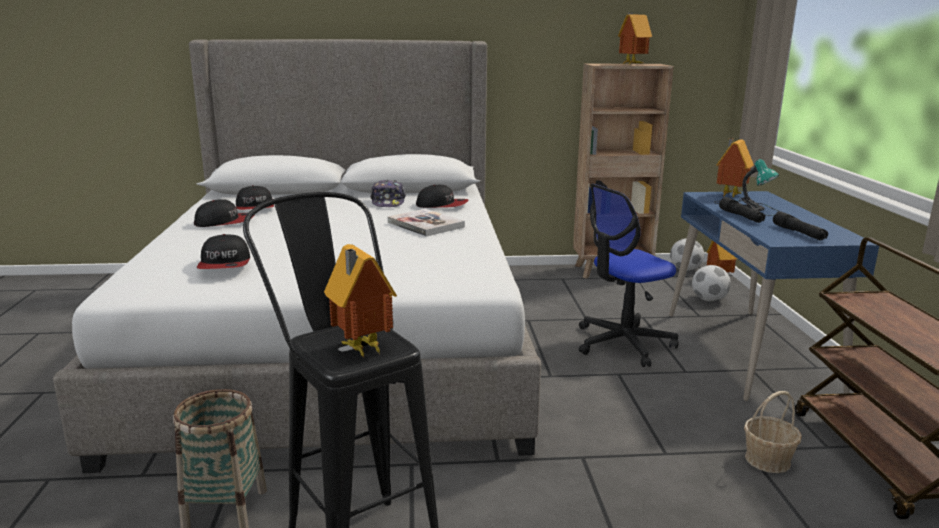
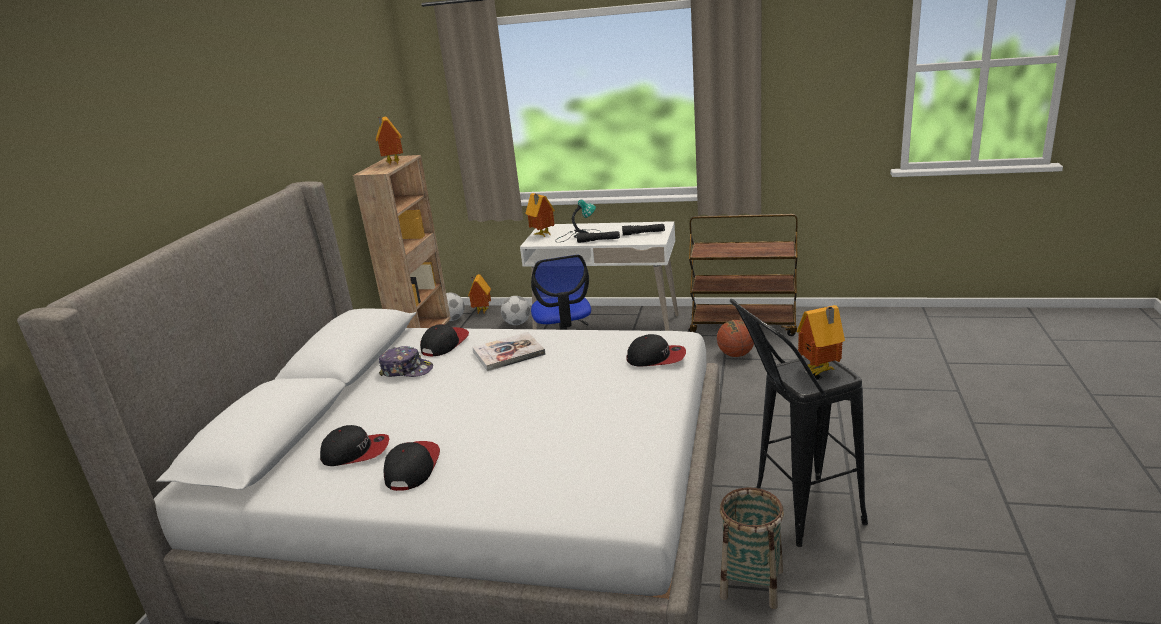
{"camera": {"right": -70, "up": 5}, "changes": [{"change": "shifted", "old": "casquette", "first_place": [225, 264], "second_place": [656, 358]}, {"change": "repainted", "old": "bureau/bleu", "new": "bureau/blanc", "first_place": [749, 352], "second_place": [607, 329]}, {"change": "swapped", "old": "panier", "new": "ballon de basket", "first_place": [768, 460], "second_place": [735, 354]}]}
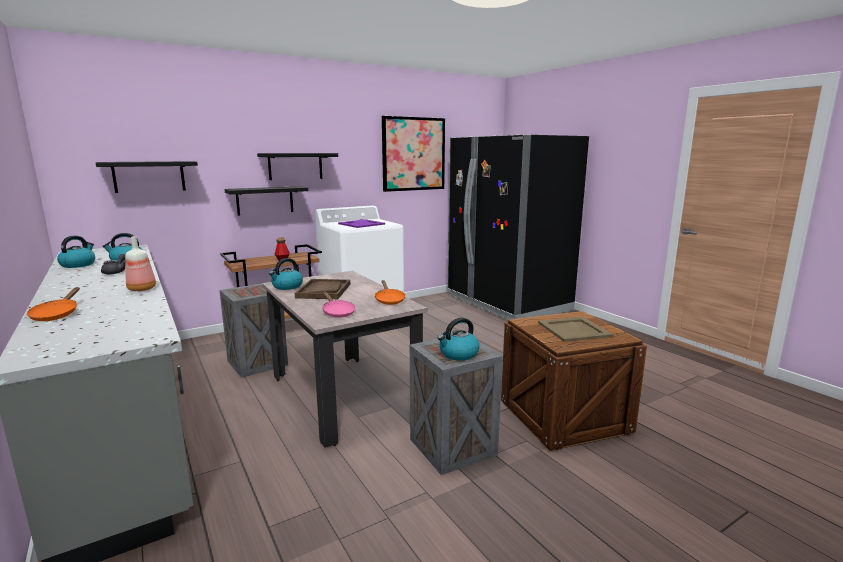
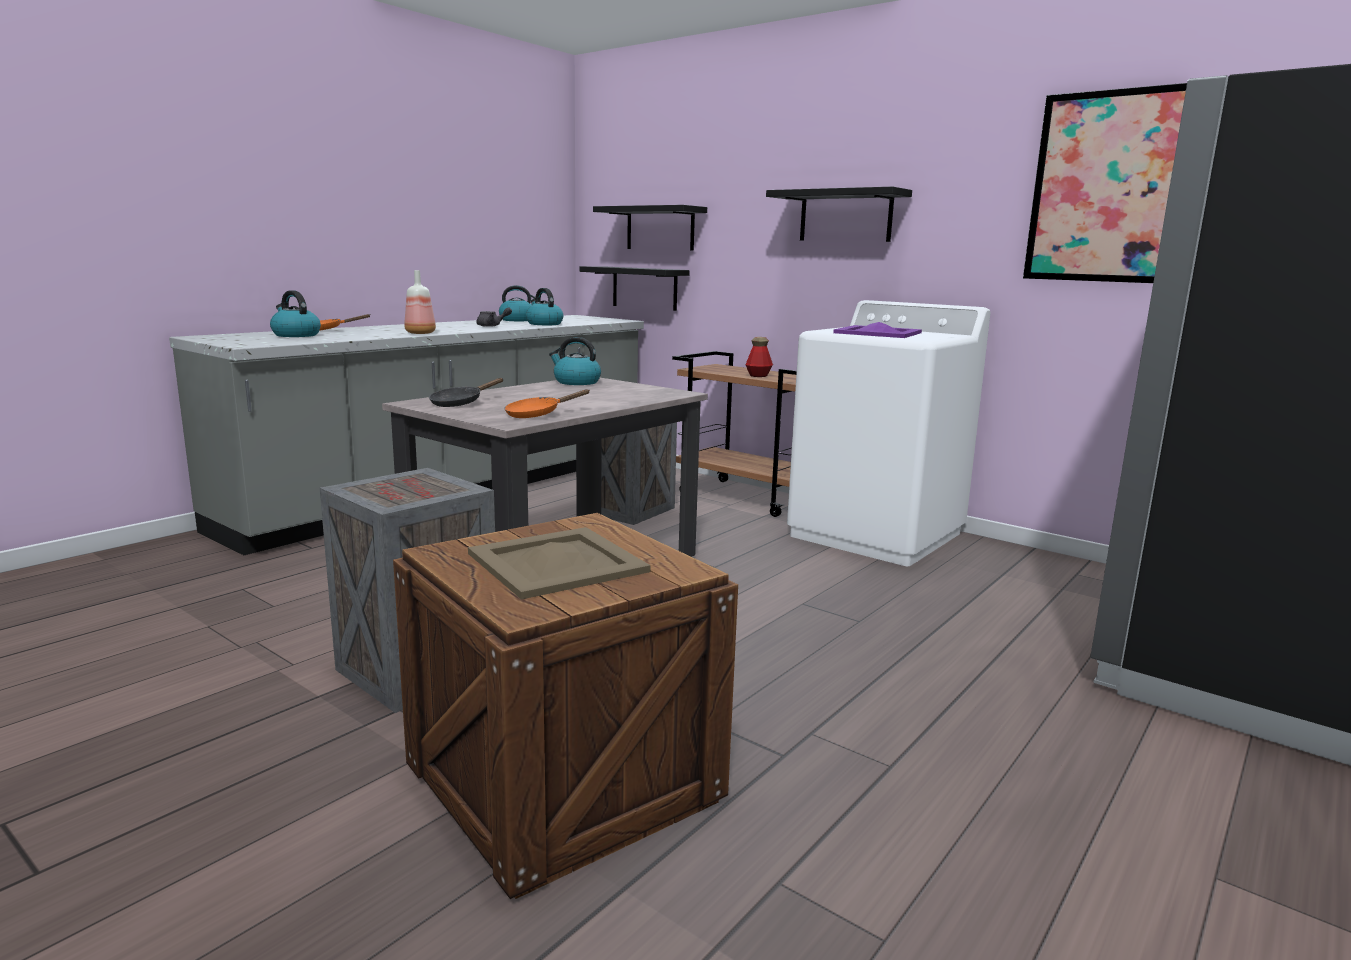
{"camera": {"right": 70, "up": 0}, "changes": [{"change": "shifted", "old": "étagère/noir", "first_place": [265, 200], "second_place": [644, 288]}, {"change": "gone", "old": "plateau/marron", "first_place": [323, 291]}, {"change": "repainted", "old": "poêle/rose", "new": "poêle/noir", "first_place": [337, 312], "second_place": [460, 403]}, {"change": "shifted", "old": "bouilloire", "first_place": [458, 354], "second_place": [295, 335]}]}
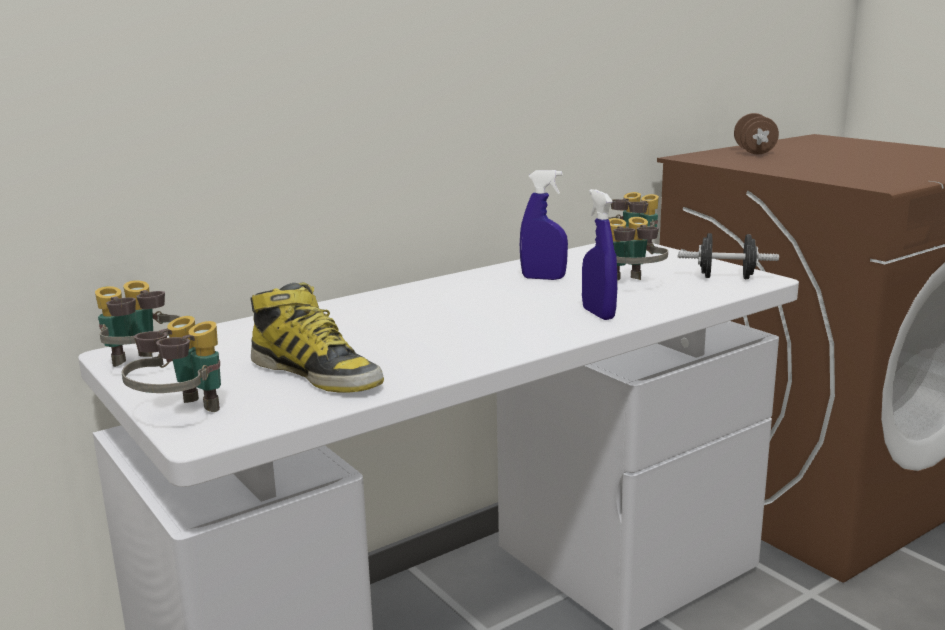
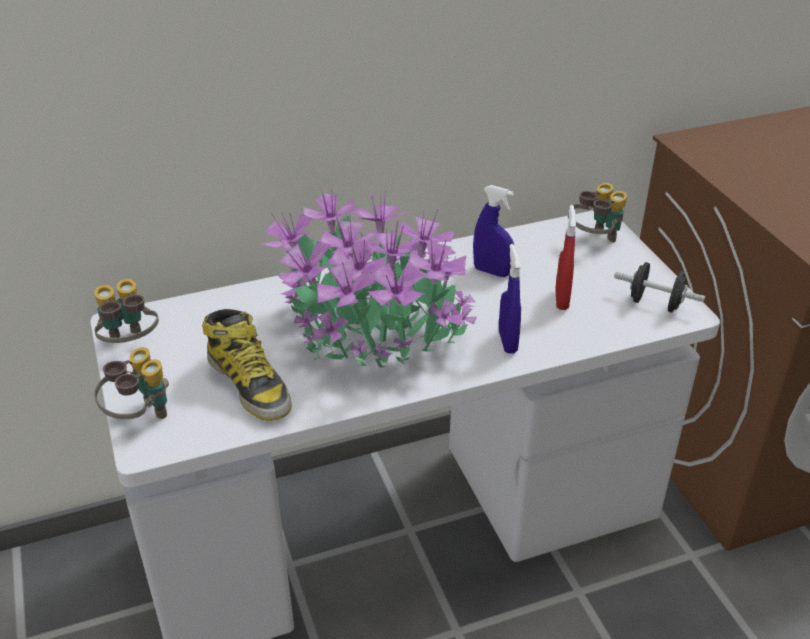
{"camera": {"right": 15, "up": 20}, "changes": [{"change": "swapped", "old": "jumelles", "new": "vaporisateur/rouge", "first_place": [631, 285], "second_place": [561, 299]}, {"change": "gone", "old": "haltère/marron", "first_place": [754, 152]}, {"change": "new", "new": "plante en pot", "second_place": [372, 331]}]}
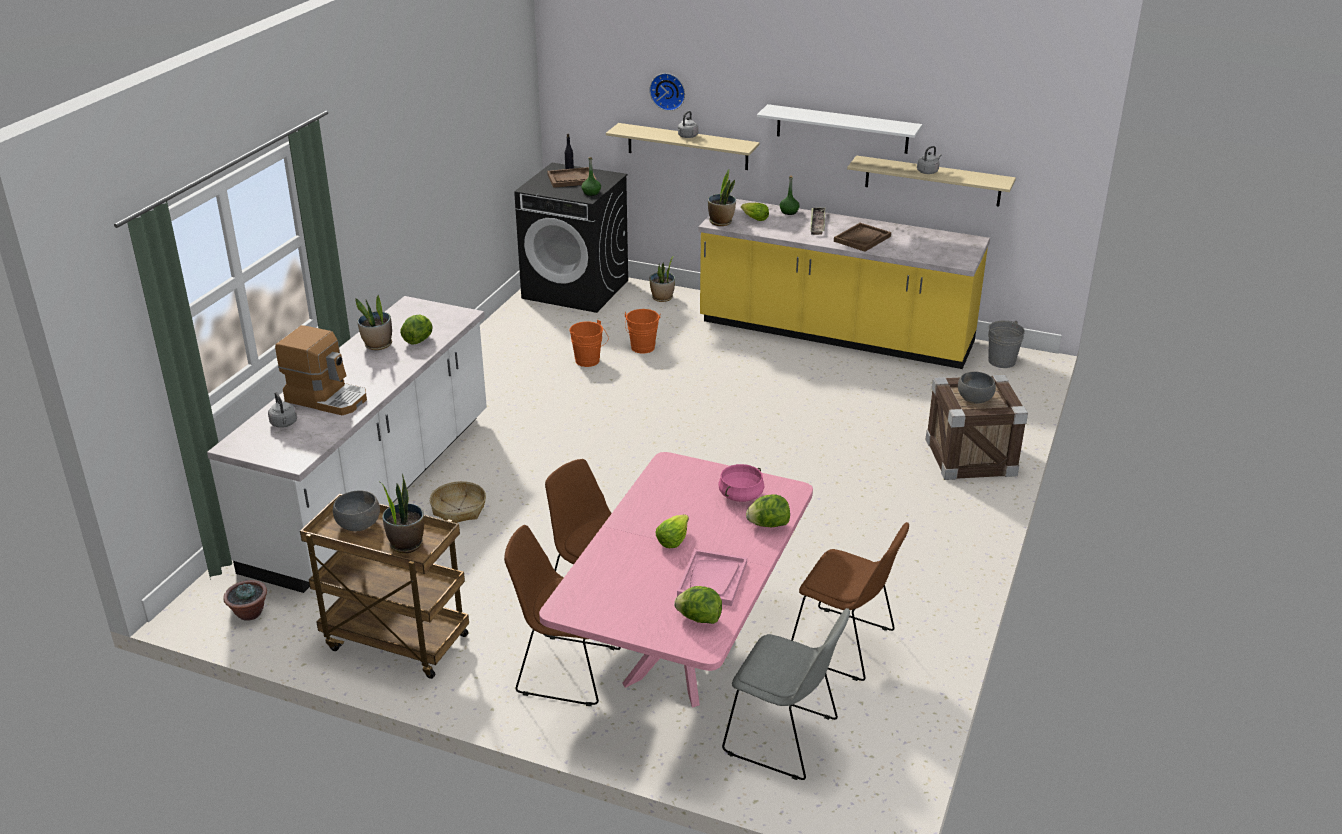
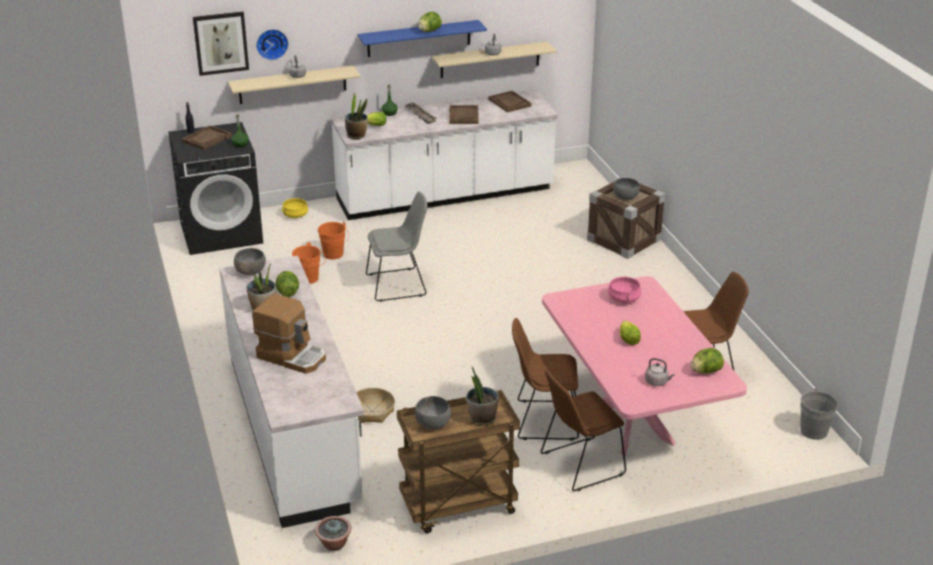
{"camera": {"right": -40, "up": 0}, "changes": [{"change": "shifted", "old": "bouilloire/gris", "first_place": [284, 424], "second_place": [657, 382]}, {"change": "rotated", "old": "machine à café", "first_place": [327, 398], "second_place": [292, 356], "degrees": 45}, {"change": "swapped", "old": "plante en pot", "new": "marmite/jaune", "first_place": [662, 298], "second_place": [295, 215]}, {"change": "gone", "old": "plateau/rose", "first_place": [712, 579]}, {"change": "repainted", "old": "comptoir de cuisine/jaune", "new": "comptoir de cuisine/blanc", "first_place": [835, 334], "second_place": [445, 196]}, {"change": "shifted", "old": "chaise/gris", "first_place": [784, 738], "second_place": [398, 284]}, {"change": "shifted", "old": "laitue", "first_place": [768, 525], "second_place": [429, 31]}, {"change": "repainted", "old": "étagère/blanc", "new": "étagère/bleu", "first_place": [842, 129], "second_place": [419, 38]}, {"change": "shifted", "old": "seau/gris", "first_place": [1001, 361], "second_place": [813, 431]}, {"change": "new", "new": "tableau", "second_place": [221, 43]}, {"change": "new", "new": "bol/gris", "second_place": [250, 271]}, {"change": "new", "new": "plateau/marron", "second_place": [509, 103]}]}
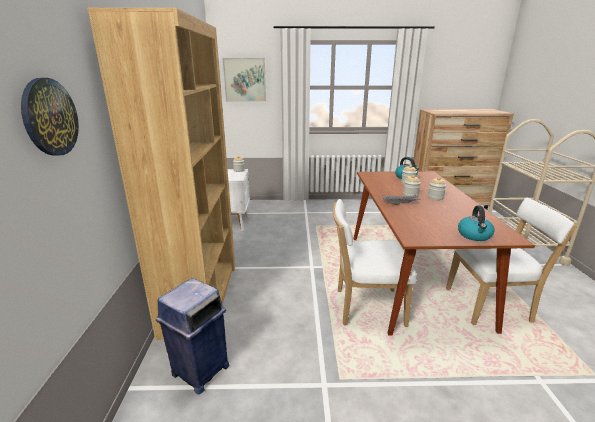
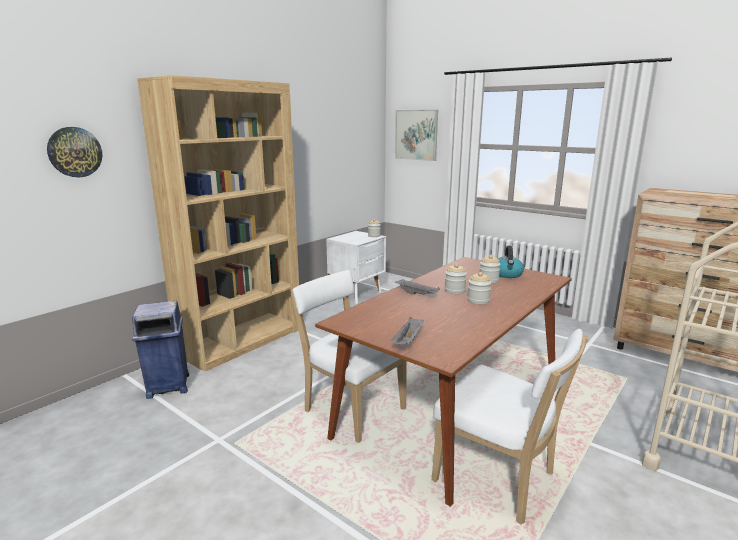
{"camera": {"right": 40, "up": -5}, "changes": [{"change": "swapped", "old": "bouilloire", "new": "plateau/gris", "first_place": [474, 235], "second_place": [408, 341]}]}
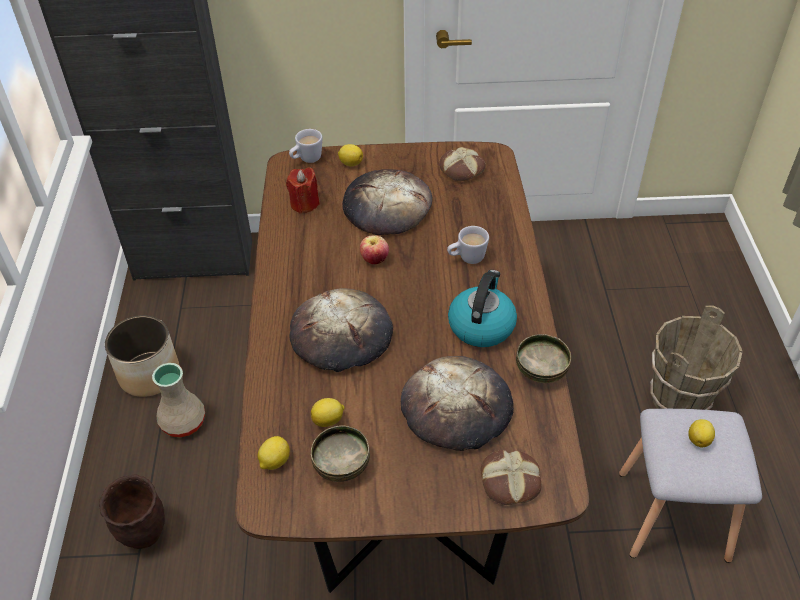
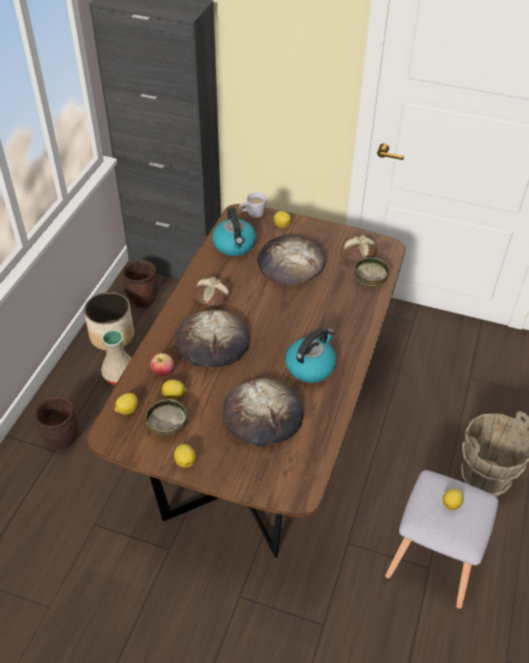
{"camera": {"right": 20, "up": 0}, "changes": [{"change": "swapped", "old": "bougie/rouge", "new": "bouilloire", "first_place": [304, 204], "second_place": [234, 245]}, {"change": "shifted", "old": "pomme", "first_place": [374, 260], "second_place": [163, 372]}, {"change": "gone", "old": "mug/blanc", "first_place": [466, 258]}, {"change": "shifted", "old": "pain", "first_place": [510, 482], "second_place": [211, 295]}, {"change": "shifted", "old": "bol", "first_place": [541, 370], "second_place": [370, 280]}, {"change": "new", "new": "cache-pot/marron", "second_place": [143, 301]}, {"change": "new", "new": "citron", "second_place": [185, 461]}]}
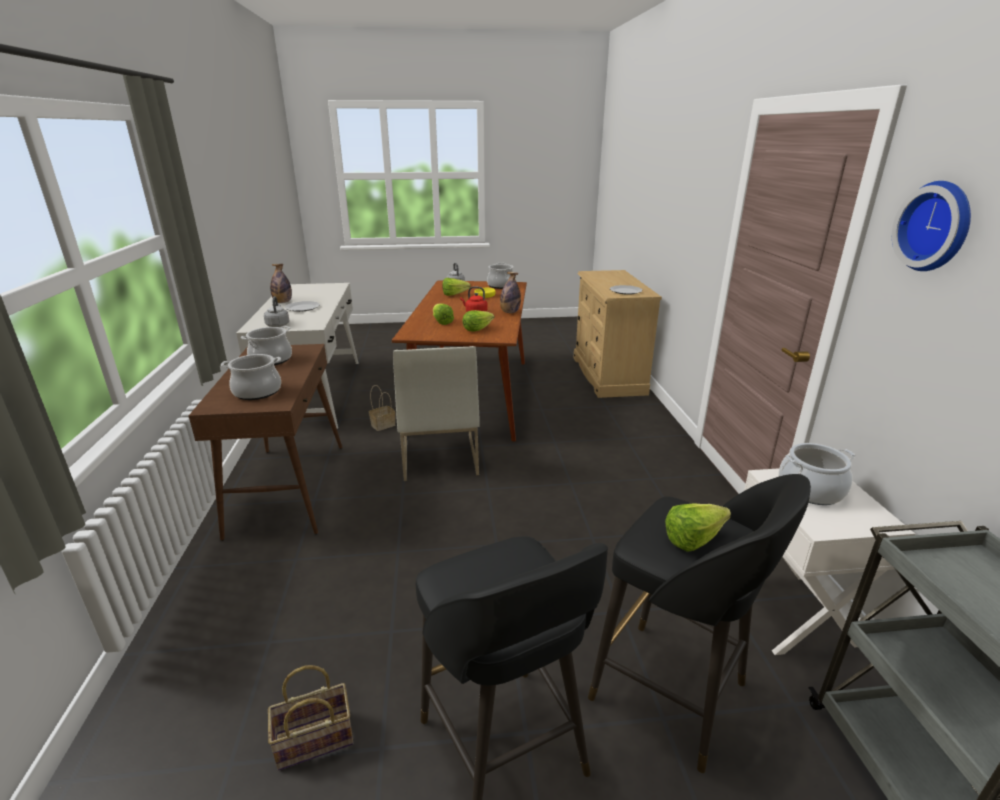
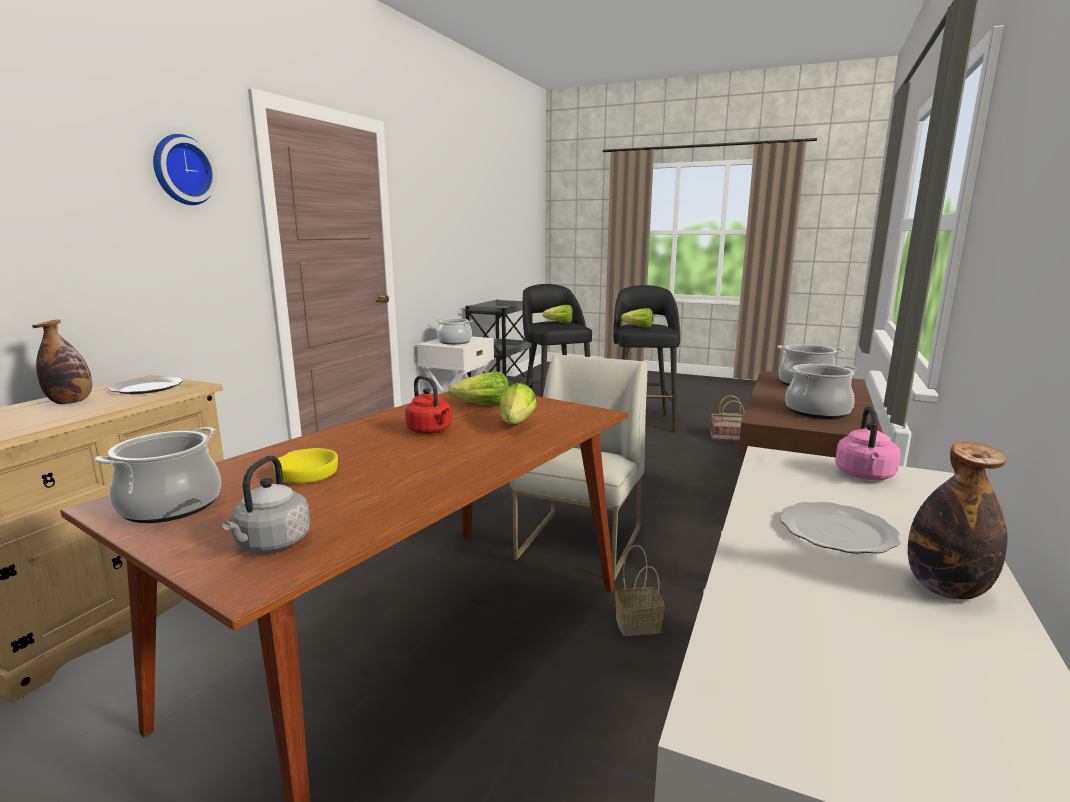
{"camera": {"right": -150, "up": -10}, "changes": [{"change": "repainted", "old": "bouilloire/gris", "new": "bouilloire/rose", "first_place": [278, 325], "second_place": [865, 476]}, {"change": "shifted", "old": "laitue", "first_place": [457, 295], "second_place": [636, 327]}, {"change": "shifted", "old": "bouteille", "first_place": [510, 312], "second_place": [71, 402]}, {"change": "shifted", "old": "horloge murale", "first_place": [937, 226], "second_place": [181, 170]}]}
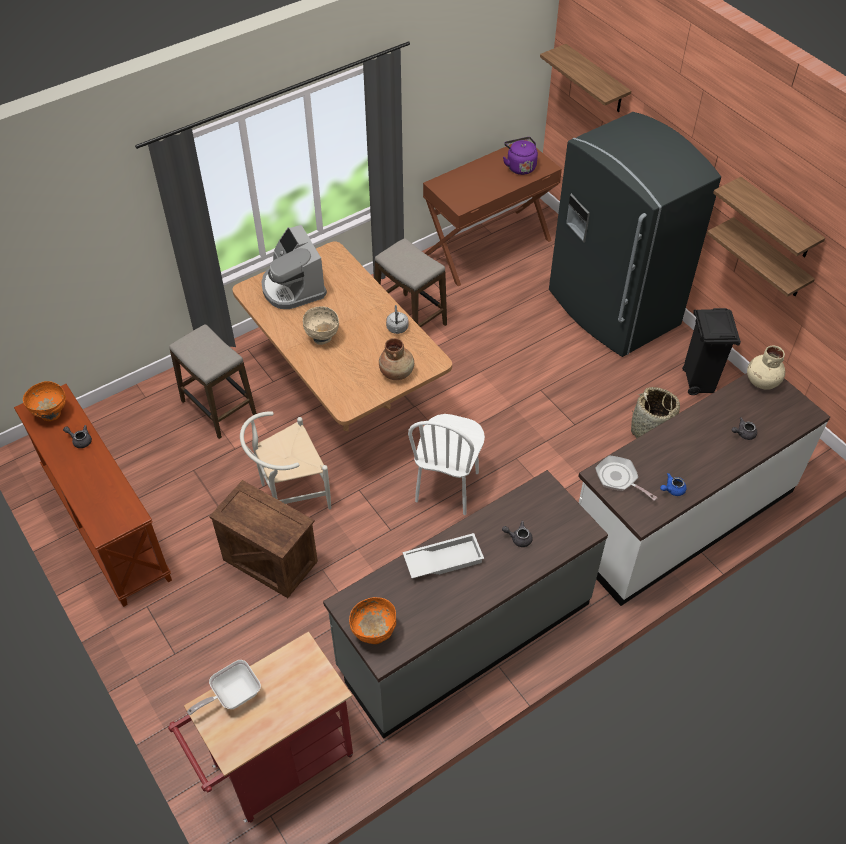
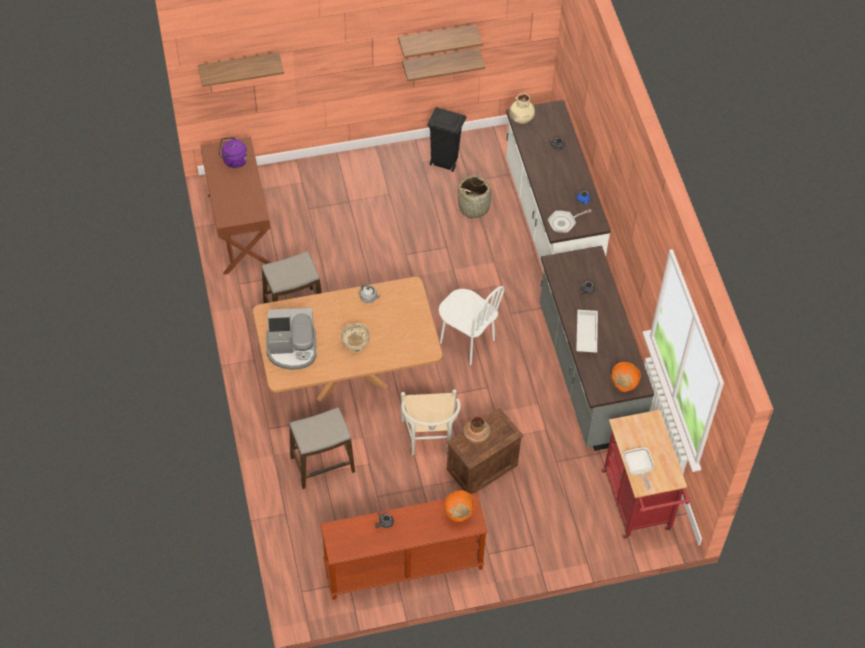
{"camera": {"right": -70, "up": 5}, "changes": [{"change": "shifted", "old": "bol/orange", "first_place": [51, 414], "second_place": [459, 514]}, {"change": "shifted", "old": "vase/marron", "first_place": [397, 372], "second_place": [476, 436]}, {"change": "gone", "old": "réfrigérateur/gris", "first_place": [611, 309]}]}
